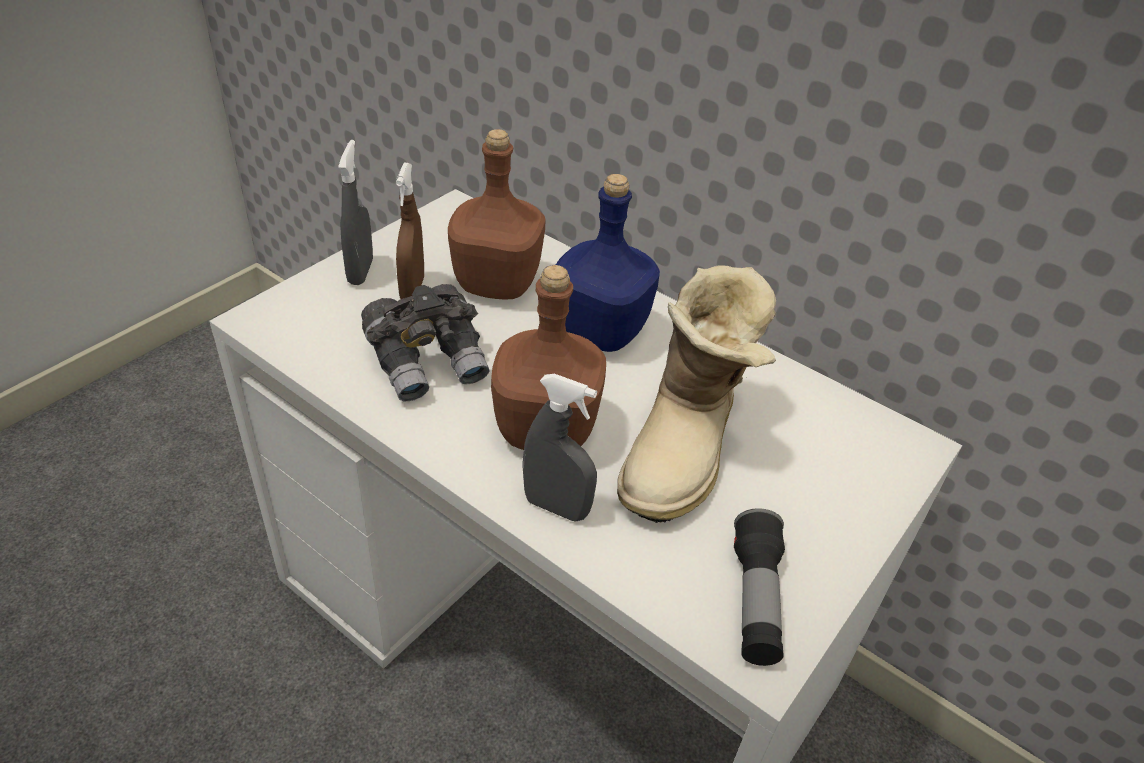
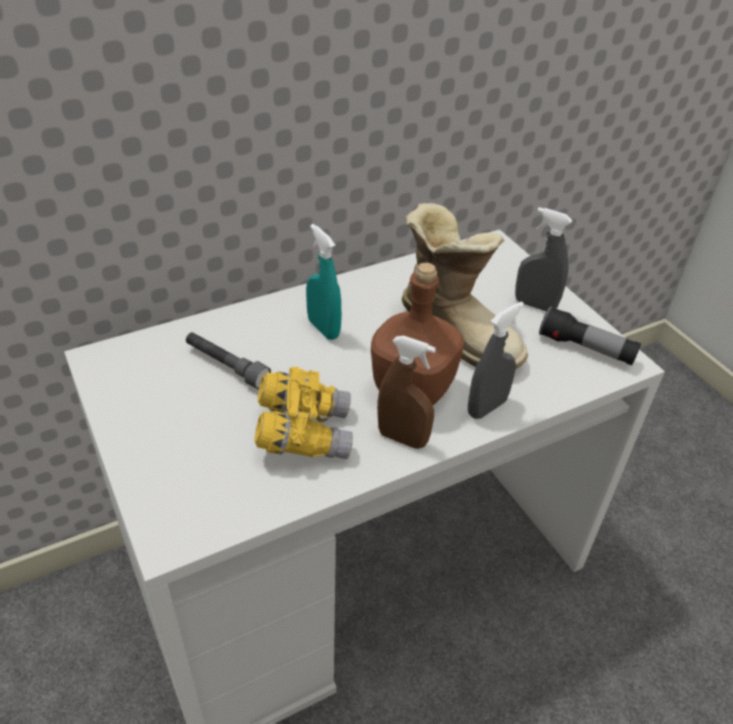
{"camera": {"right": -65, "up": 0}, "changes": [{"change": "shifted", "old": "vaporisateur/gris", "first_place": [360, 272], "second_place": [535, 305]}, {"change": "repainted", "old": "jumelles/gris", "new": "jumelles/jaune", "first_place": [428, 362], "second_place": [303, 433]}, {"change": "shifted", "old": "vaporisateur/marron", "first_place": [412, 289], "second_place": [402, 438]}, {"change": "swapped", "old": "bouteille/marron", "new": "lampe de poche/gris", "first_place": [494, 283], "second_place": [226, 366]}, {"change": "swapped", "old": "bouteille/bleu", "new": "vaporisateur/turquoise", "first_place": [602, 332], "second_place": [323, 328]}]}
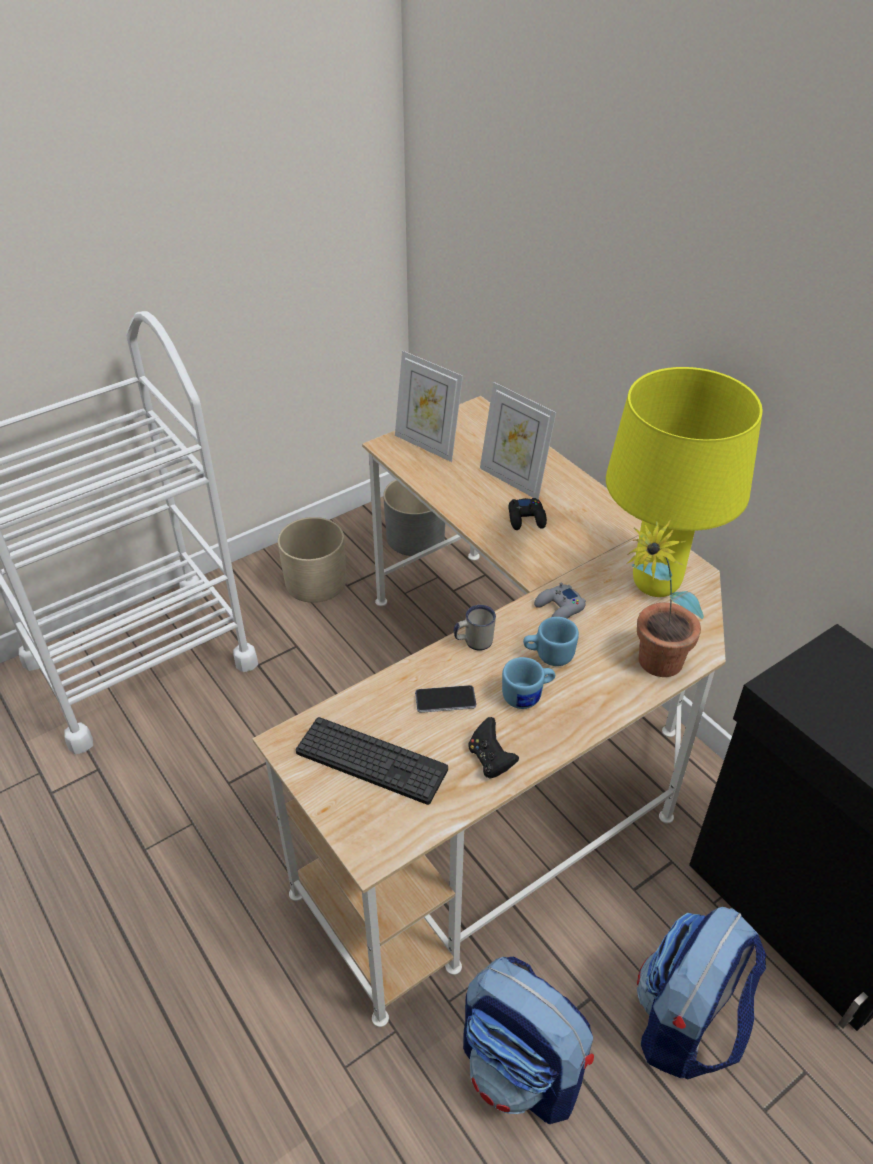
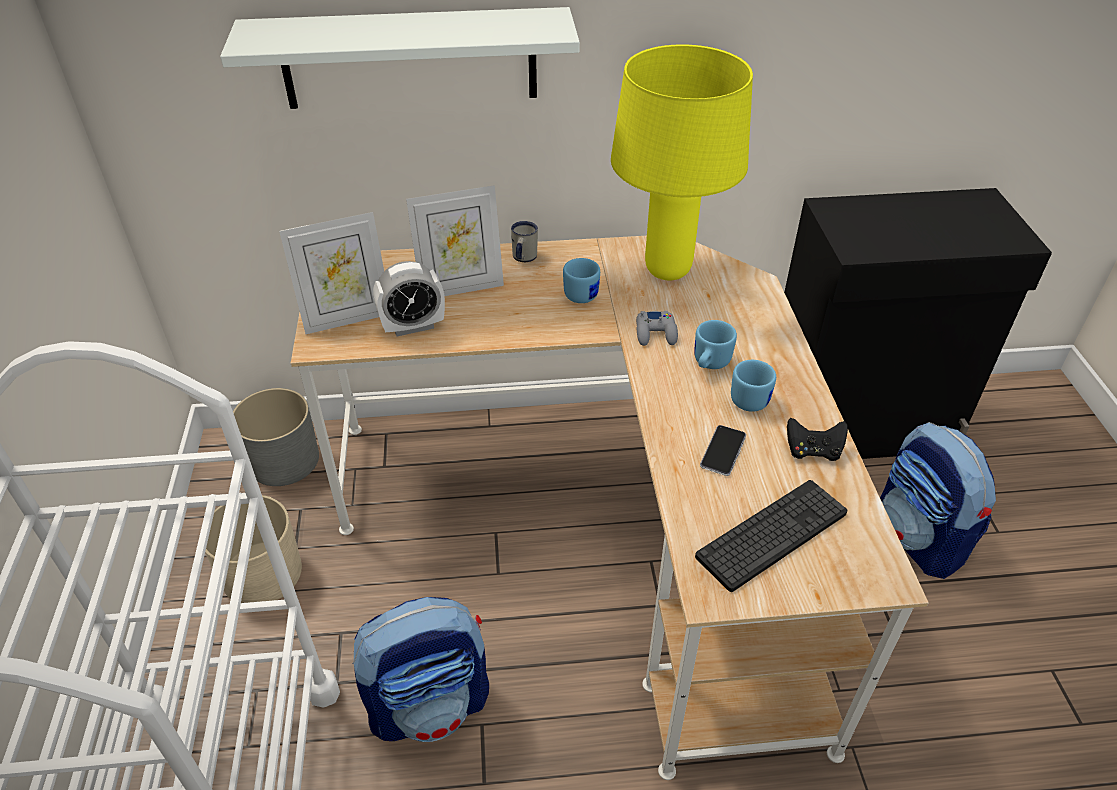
{"camera": {"right": -60, "up": 0}, "changes": [{"change": "shifted", "old": "mug/blanc", "first_place": [473, 641], "second_place": [523, 258]}, {"change": "shifted", "old": "sac à dos", "first_place": [523, 1069], "second_place": [430, 704]}, {"change": "gone", "old": "manette/noir", "first_place": [526, 518]}, {"change": "gone", "old": "plante en pot", "first_place": [649, 666]}, {"change": "new", "new": "étagère/blanc", "second_place": [409, 58]}, {"change": "new", "new": "réveil", "second_place": [413, 326]}, {"change": "new", "new": "mug/bleu", "second_place": [584, 292]}]}
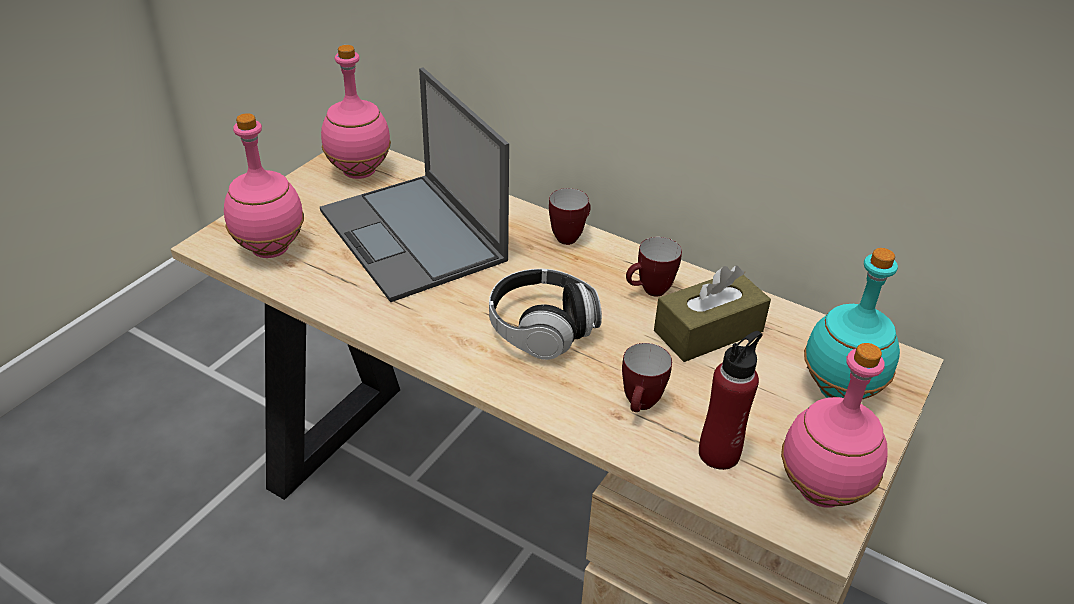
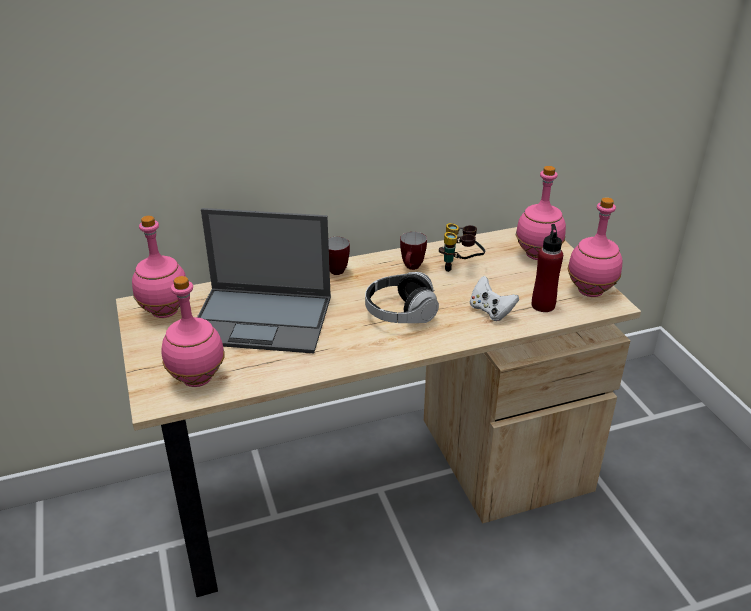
{"camera": {"right": -50, "up": -5}, "changes": [{"change": "swapped", "old": "mug", "new": "manette/blanc", "first_place": [640, 407], "second_place": [490, 311]}, {"change": "swapped", "old": "boîte à mouchoirs/marron", "new": "jumelles", "first_place": [708, 331], "second_place": [460, 267]}, {"change": "repainted", "old": "bouteille/turquoise", "new": "bouteille/rose", "first_place": [839, 390], "second_place": [537, 255]}]}
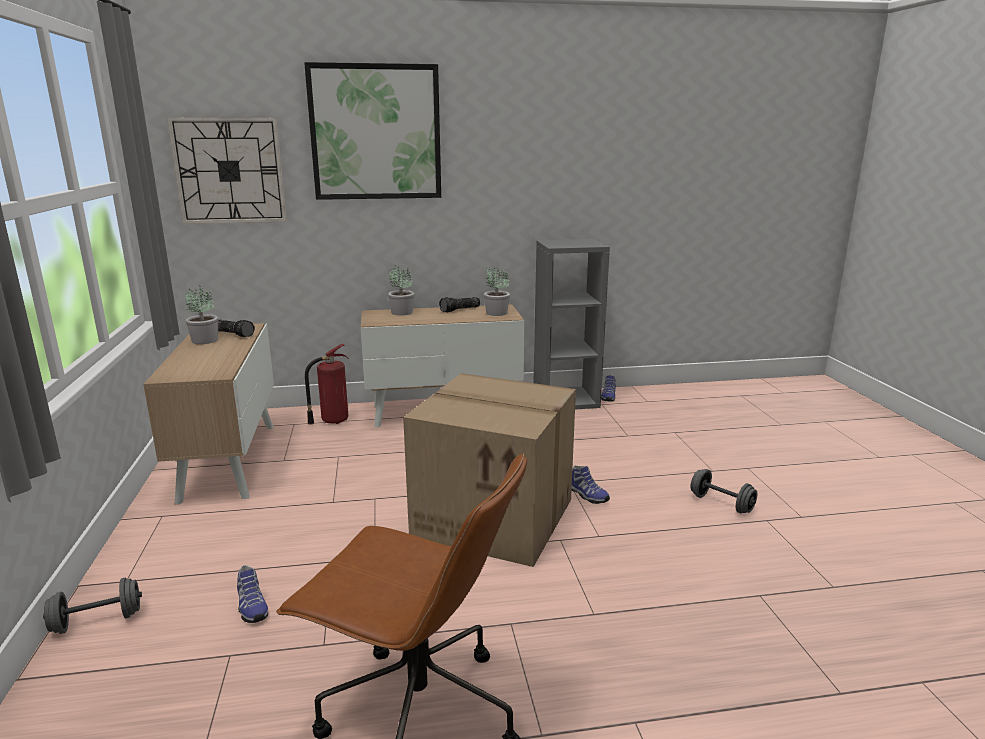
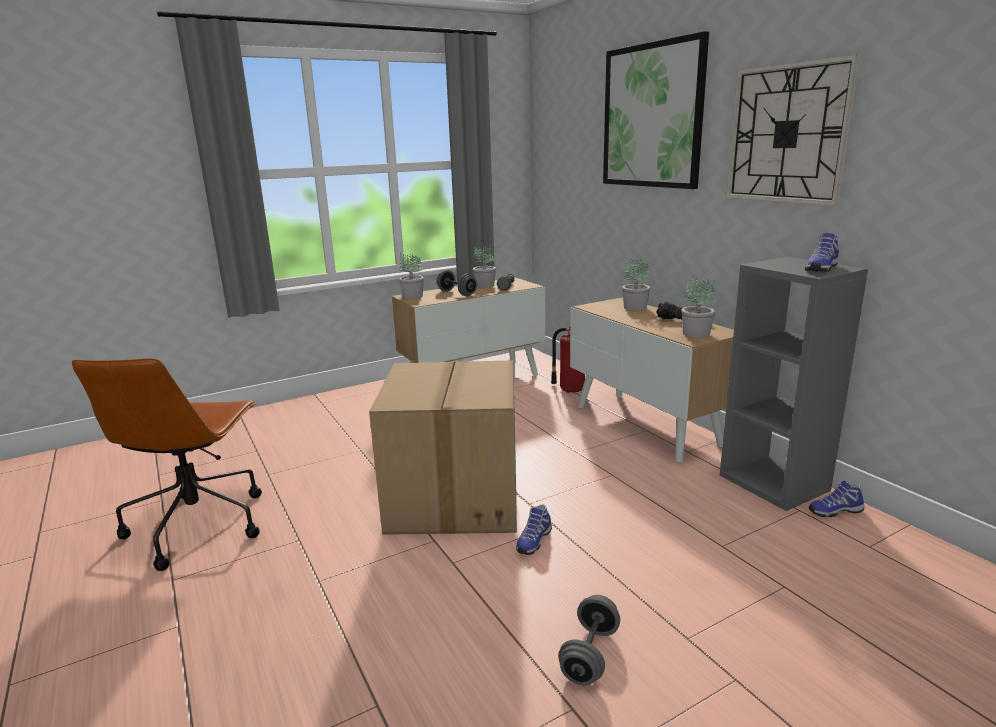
{"camera": {"right": 70, "up": 0}, "changes": [{"change": "shifted", "old": "haltère/gris", "first_place": [97, 621], "second_place": [457, 293]}, {"change": "shifted", "old": "horloge murale", "first_place": [229, 171], "second_place": [787, 134]}, {"change": "shifted", "old": "chaussure", "first_place": [251, 606], "second_place": [820, 269]}, {"change": "new", "new": "plante en pot", "second_place": [412, 296]}]}
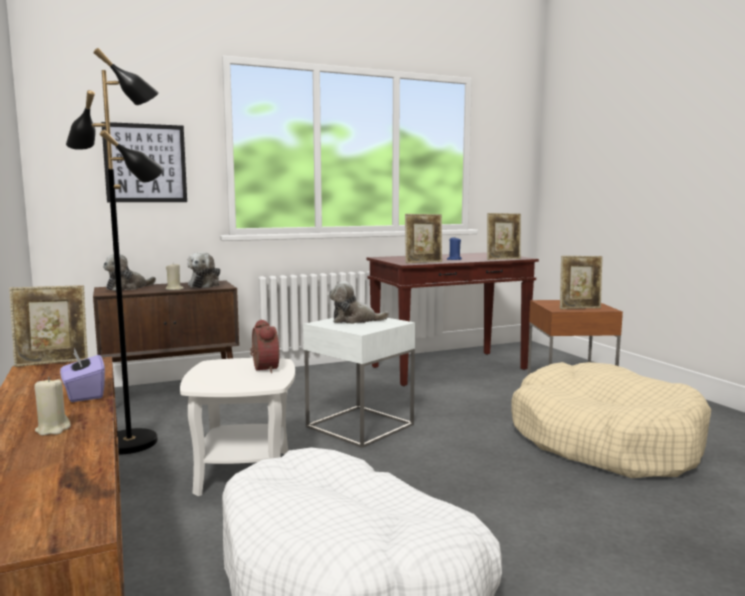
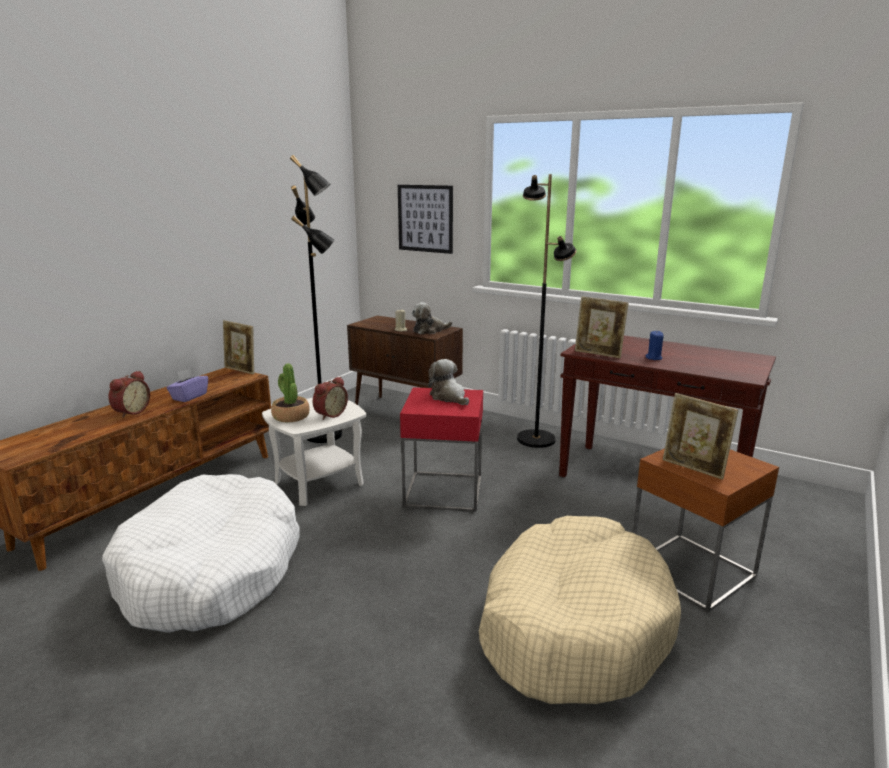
{"camera": {"right": 55, "up": 10}, "changes": [{"change": "swapped", "old": "bougie/beige", "new": "réveil", "first_place": [53, 429], "second_place": [130, 412]}, {"change": "gone", "old": "peluche", "first_place": [128, 288]}, {"change": "repainted", "old": "table d'appoint/blanc", "new": "table d'appoint/rouge", "first_place": [360, 426], "second_place": [443, 491]}, {"change": "gone", "old": "cadre photo", "first_place": [503, 259]}, {"change": "new", "new": "plante en pot", "second_place": [291, 416]}, {"change": "new", "new": "lampadaire/noir", "second_place": [536, 439]}]}
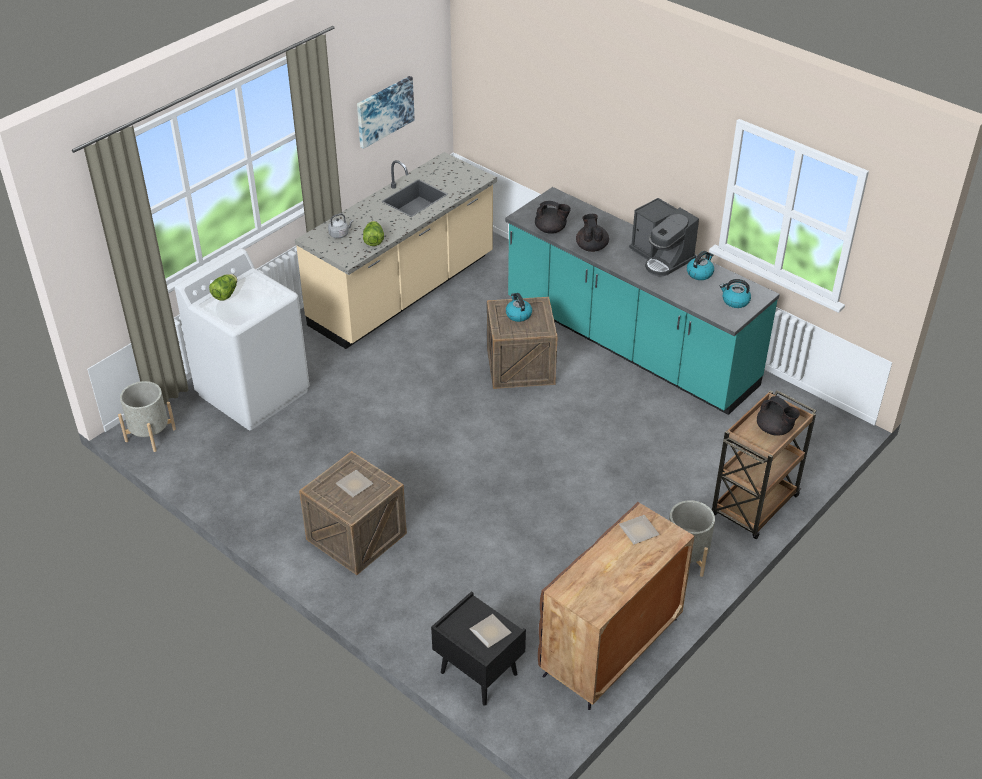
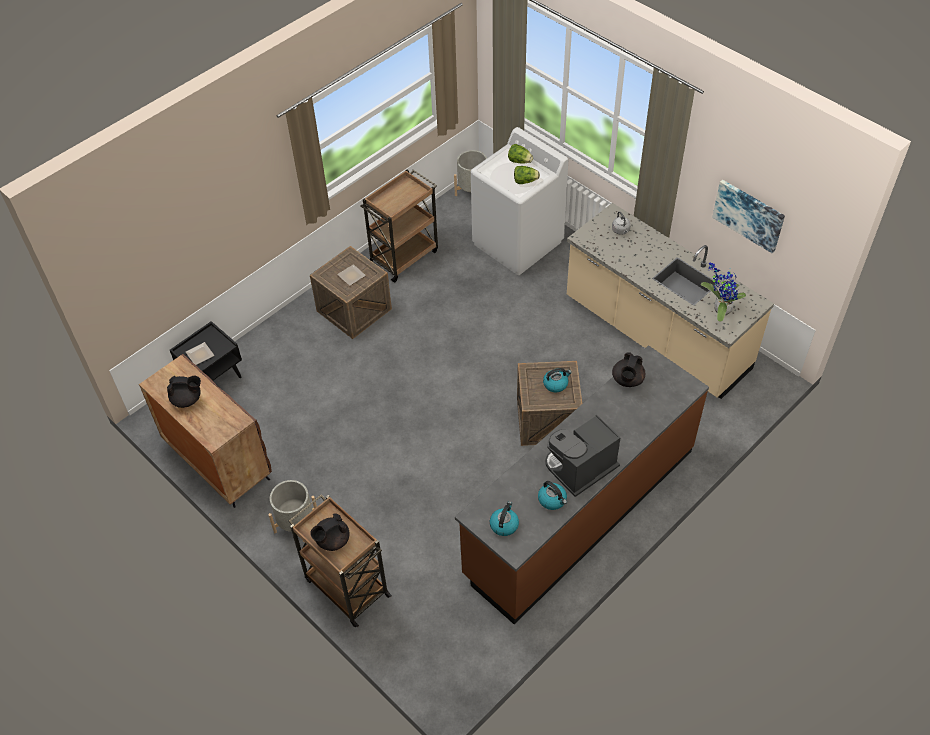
{"camera": {"right": 95, "up": 10}, "changes": [{"change": "shifted", "old": "laitue", "first_place": [373, 240], "second_place": [525, 181]}, {"change": "repainted", "old": "comptoir de cuisine/turquoise", "new": "comptoir de cuisine/marron", "first_place": [629, 344], "second_place": [579, 511]}, {"change": "shifted", "old": "théière/noir", "first_place": [591, 247], "second_place": [187, 399]}, {"change": "gone", "old": "assiette", "first_place": [638, 532]}, {"change": "new", "new": "chariot/marron", "second_place": [404, 256]}, {"change": "new", "new": "plante en pot", "second_place": [720, 309]}]}
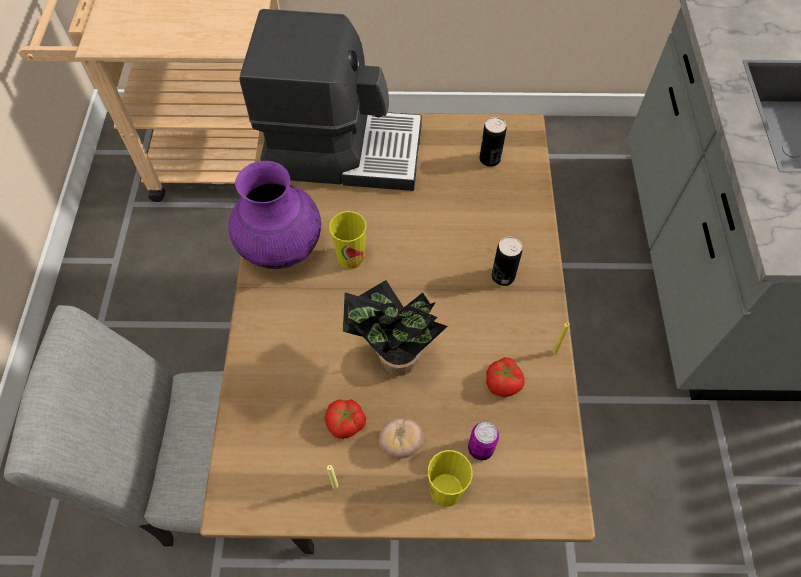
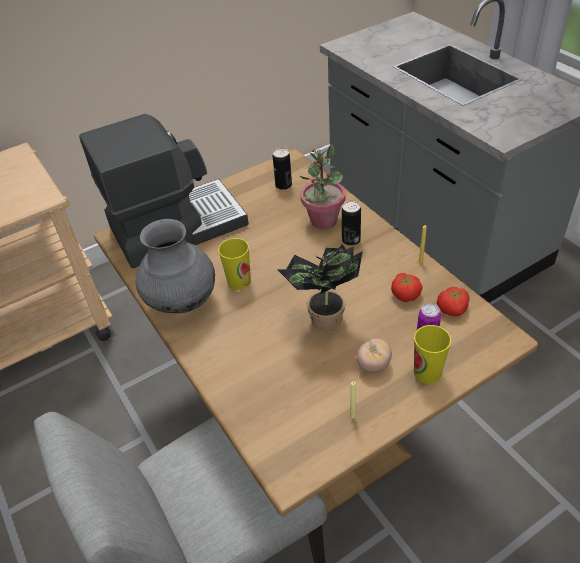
{"camera": {"right": -30, "up": -15}, "changes": [{"change": "repainted", "old": "vase/violet", "new": "vase/gris", "first_place": [281, 248], "second_place": [182, 302]}, {"change": "shifted", "old": "tomate", "first_place": [346, 423], "second_place": [452, 309]}, {"change": "new", "new": "plante en pot", "second_place": [323, 221]}]}
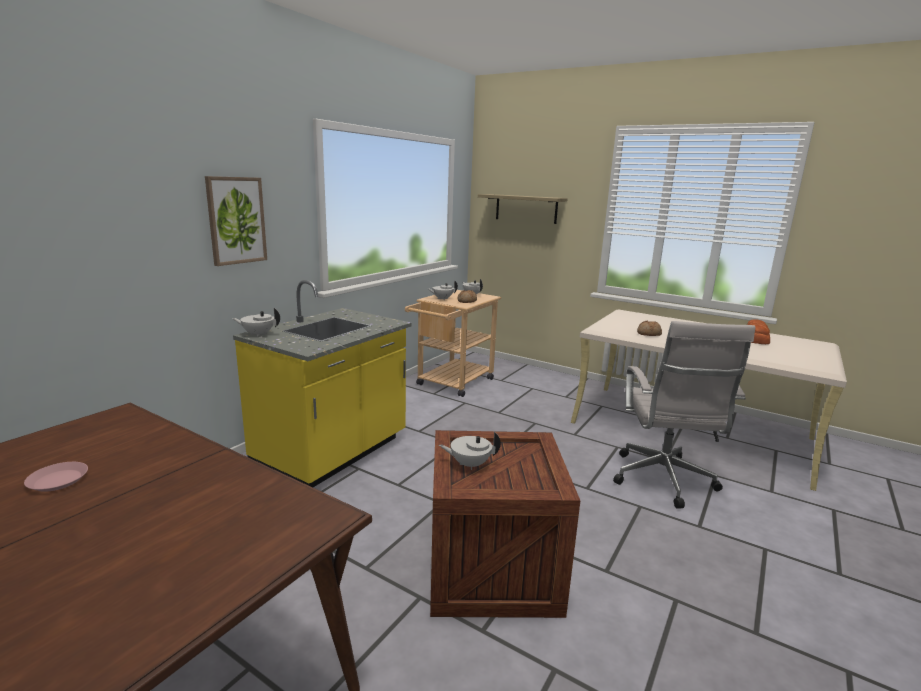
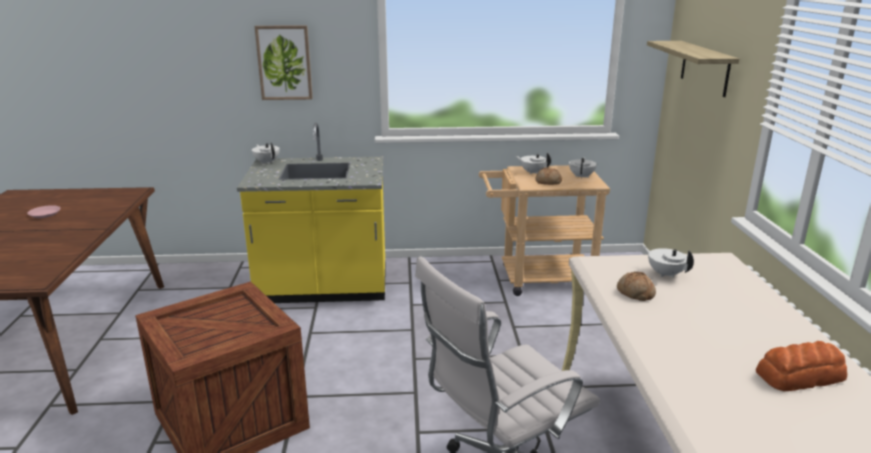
{"camera": {"right": 55, "up": 5}, "changes": [{"change": "shifted", "old": "théière/blanc", "first_place": [469, 464], "second_place": [665, 274]}]}
